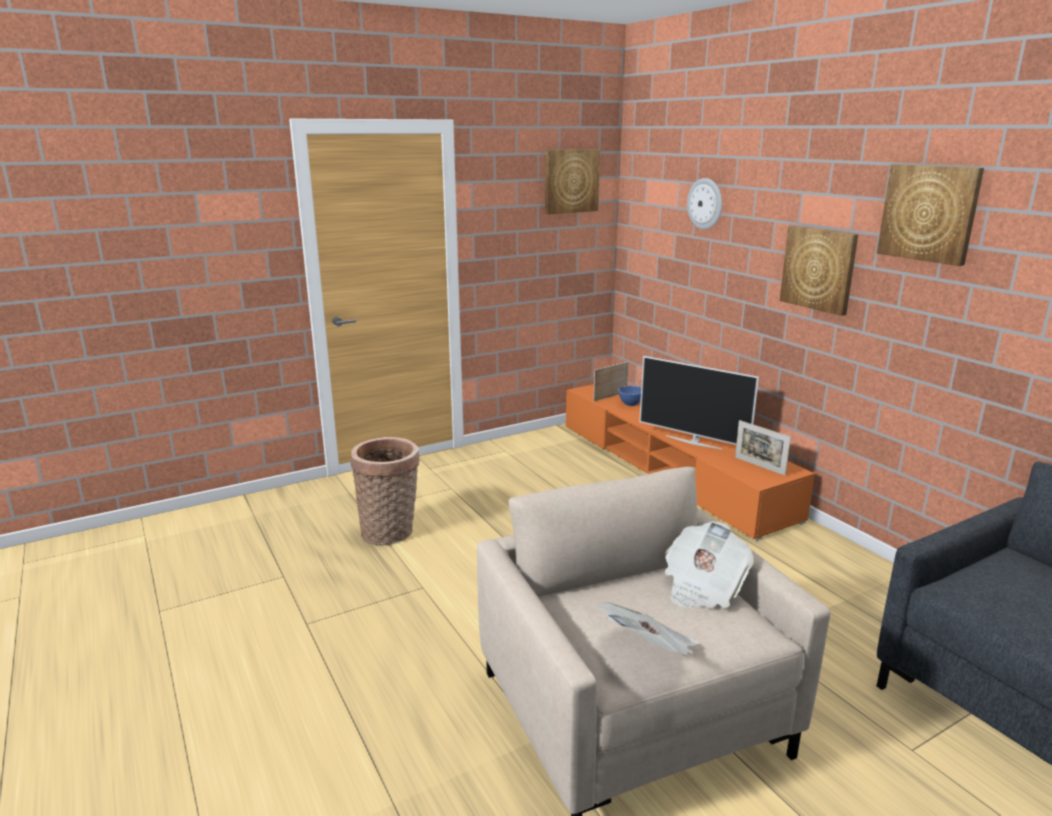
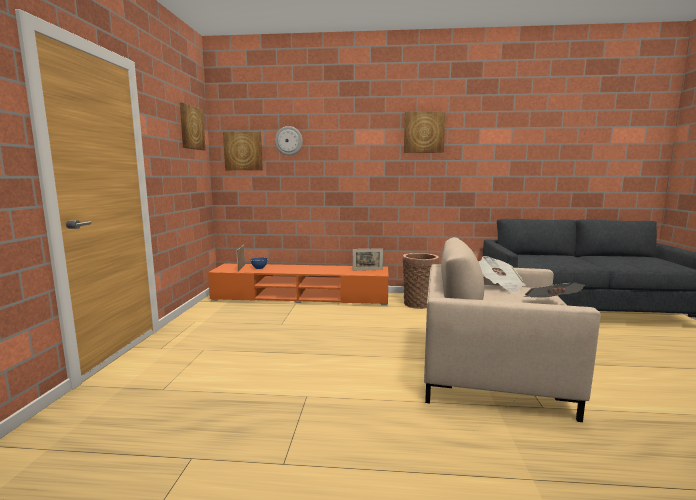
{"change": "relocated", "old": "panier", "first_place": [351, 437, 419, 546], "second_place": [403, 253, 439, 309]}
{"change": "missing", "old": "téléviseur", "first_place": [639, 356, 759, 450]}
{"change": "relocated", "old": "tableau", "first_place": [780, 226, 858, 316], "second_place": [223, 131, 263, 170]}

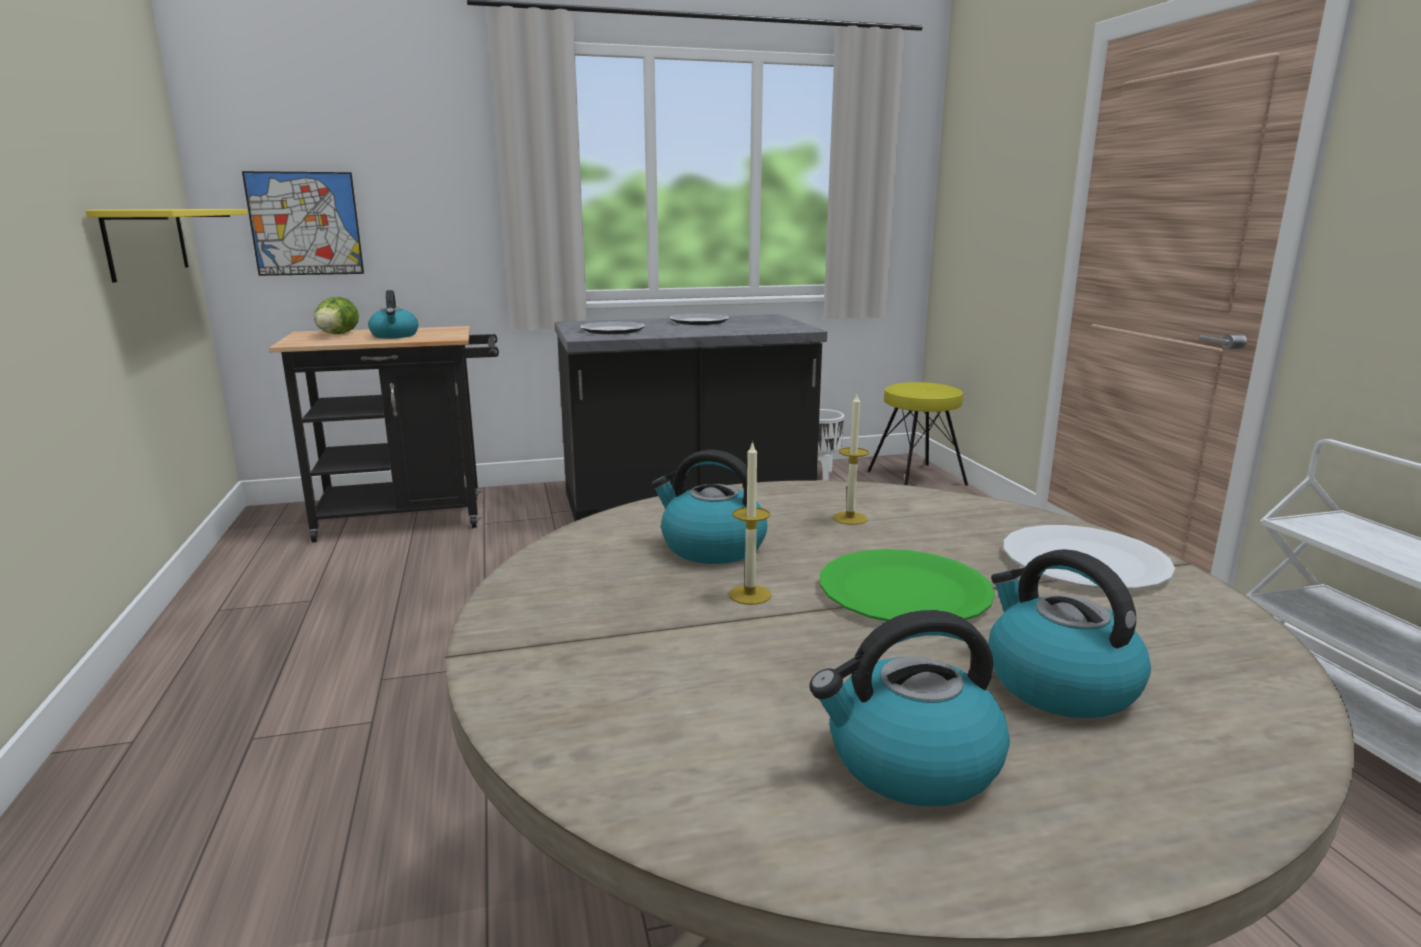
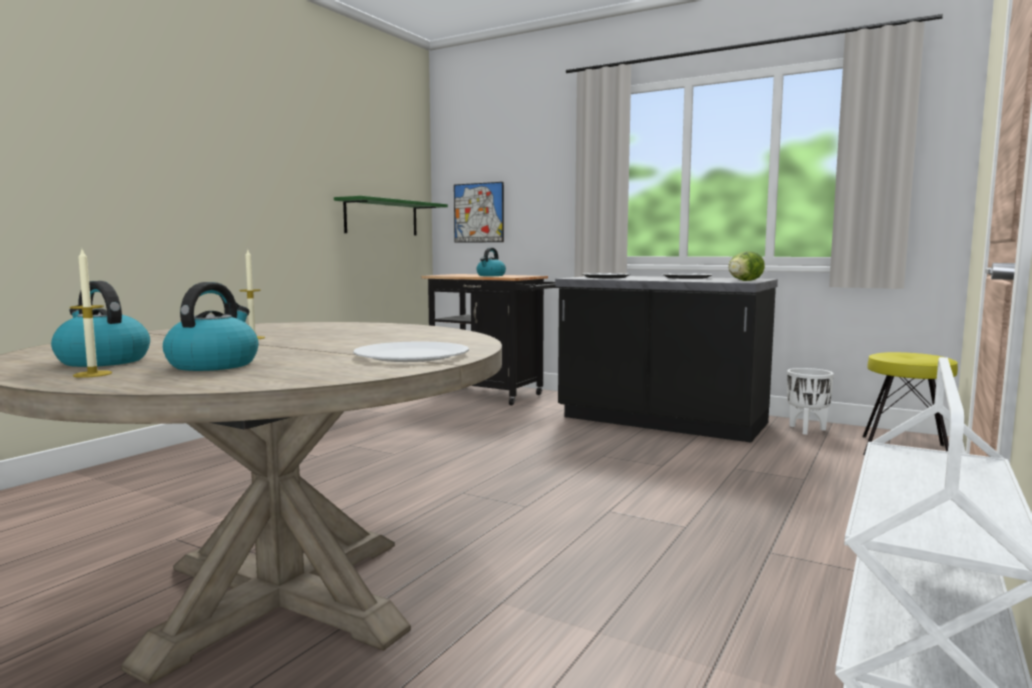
{"change": "colour", "old": "étagère/jaune", "new": "étagère/vert", "first_place": [85, 209, 248, 283], "second_place": [334, 196, 448, 235]}
{"change": "relocated", "old": "laitue", "first_place": [314, 297, 359, 334], "second_place": [728, 251, 765, 281]}
{"change": "missing", "old": "bouilloire", "first_place": [651, 450, 767, 564]}
{"change": "missing", "old": "assiette/vert", "first_place": [820, 549, 995, 621]}
{"change": "relocated", "old": "bougie", "first_place": [833, 394, 869, 525], "second_place": [70, 249, 112, 378]}

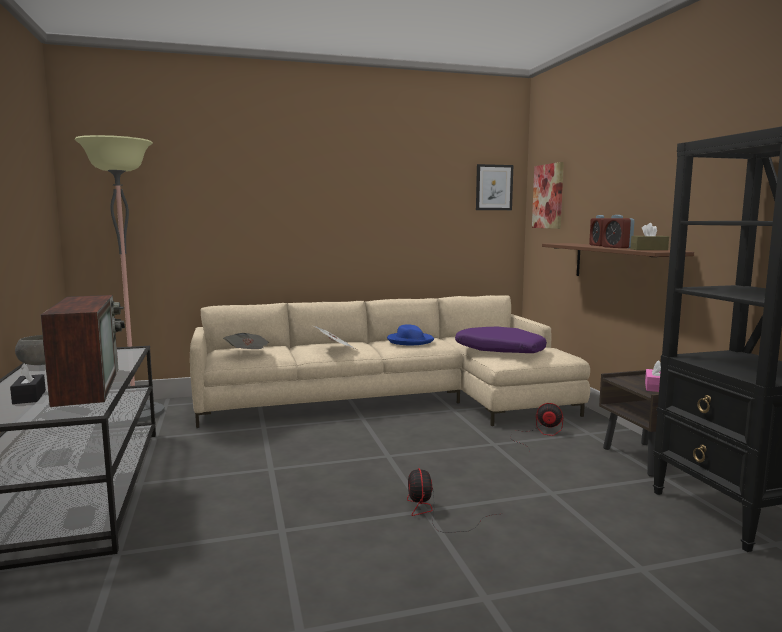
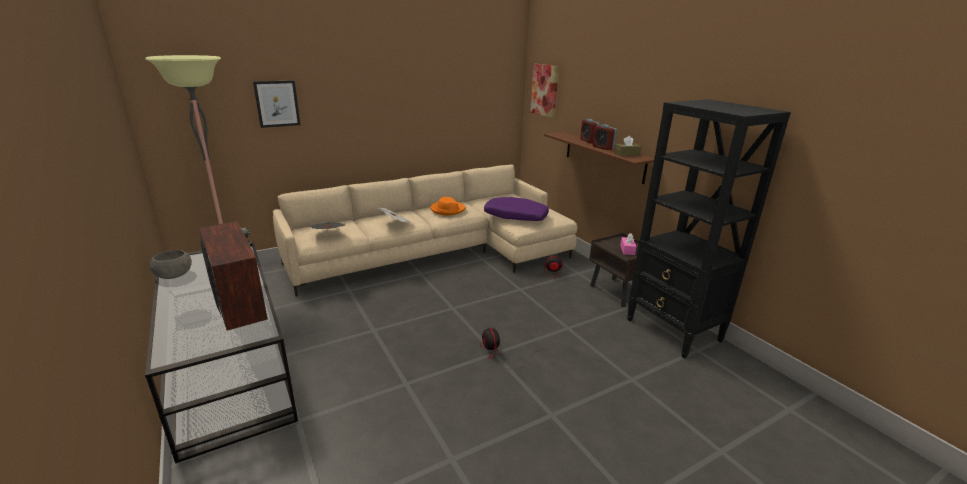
{"change": "missing", "old": "boîte à mouchoirs/noir", "first_place": [10, 364, 46, 404]}
{"change": "colour", "old": "chapeau/bleu", "new": "chapeau/orange", "first_place": [387, 324, 434, 345], "second_place": [430, 197, 466, 215]}
{"change": "relocated", "old": "tableau", "first_place": [476, 164, 513, 210], "second_place": [253, 80, 300, 128]}

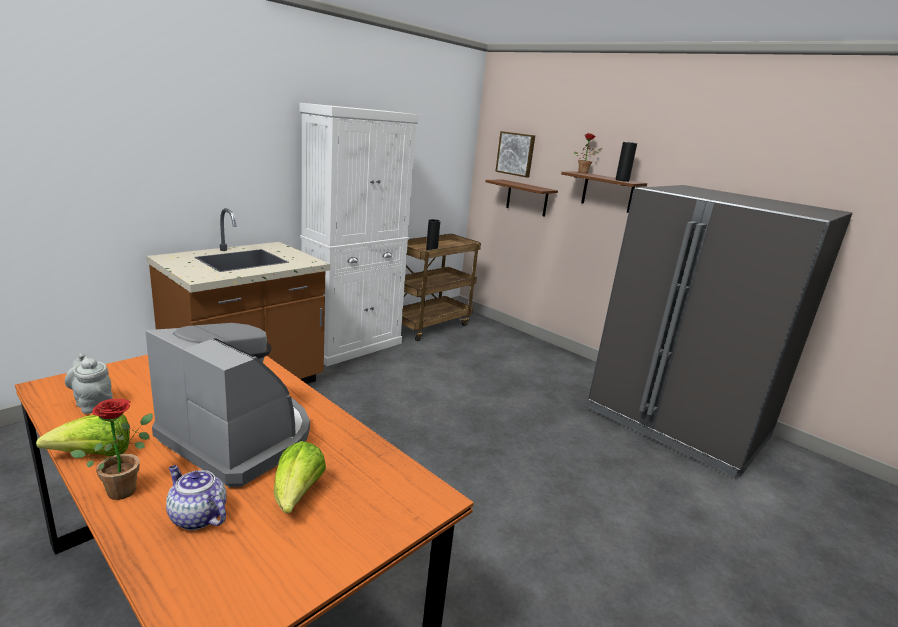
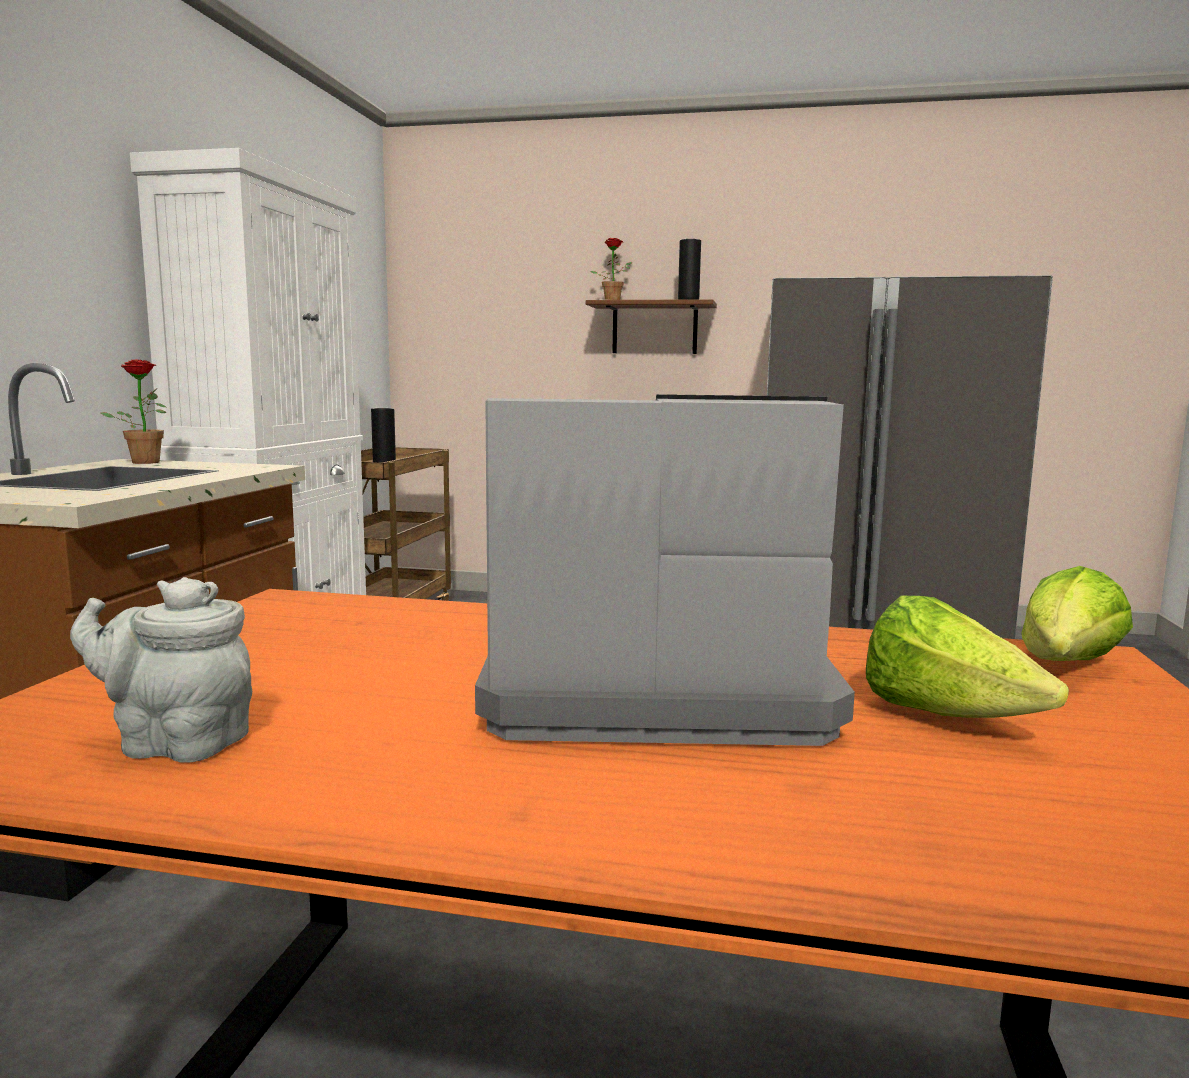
{"change": "relocated", "old": "laitue", "first_place": [36, 414, 130, 456], "second_place": [1021, 566, 1133, 661]}
{"change": "relocated", "old": "plante en pot", "first_place": [70, 399, 153, 500], "second_place": [101, 359, 167, 464]}
{"change": "missing", "old": "théière", "first_place": [166, 465, 227, 530]}
{"change": "missing", "old": "étagère/marron", "first_place": [485, 179, 558, 217]}
{"change": "missing", "old": "tableau", "first_place": [495, 131, 535, 177]}

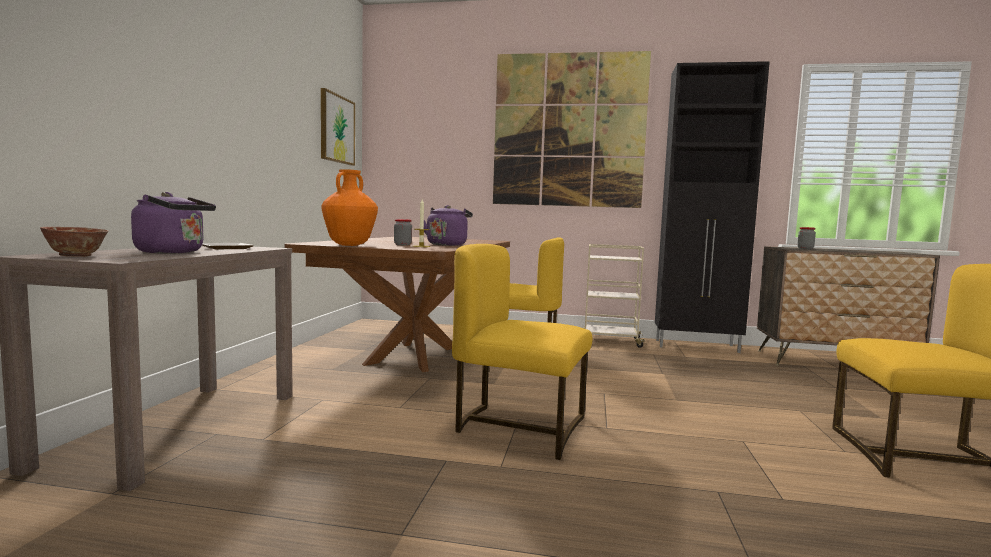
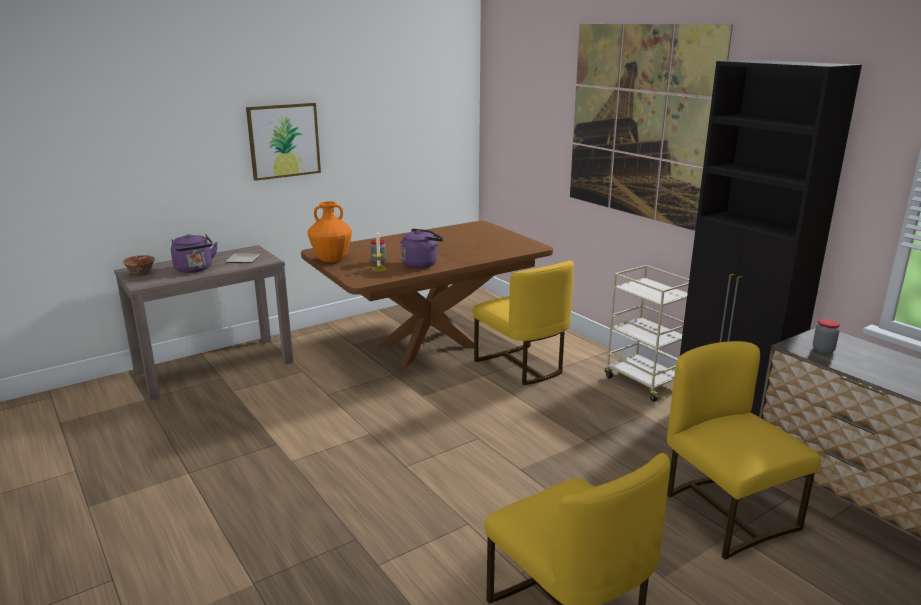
{"change": "relocated", "old": "tableau", "first_place": [321, 88, 355, 166], "second_place": [246, 103, 321, 181]}
{"change": "relocated", "old": "chaise/jaune", "first_place": [452, 244, 592, 460], "second_place": [667, 341, 821, 560]}

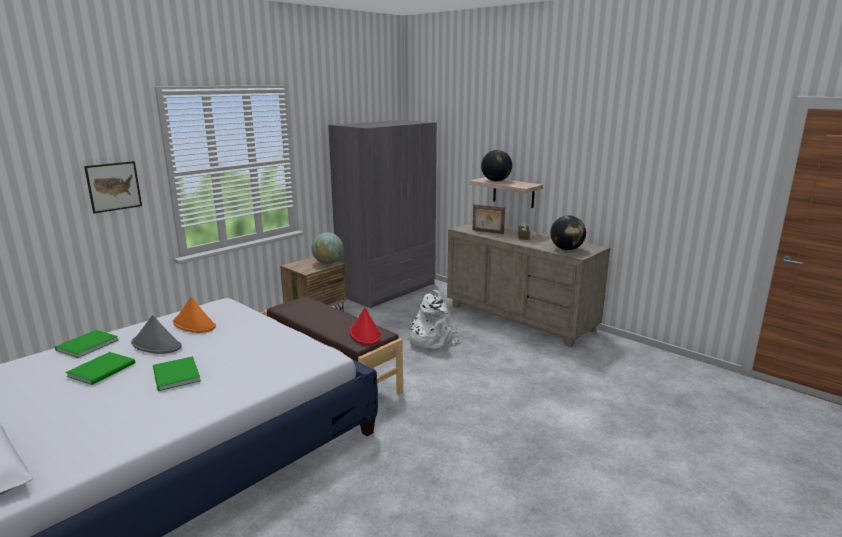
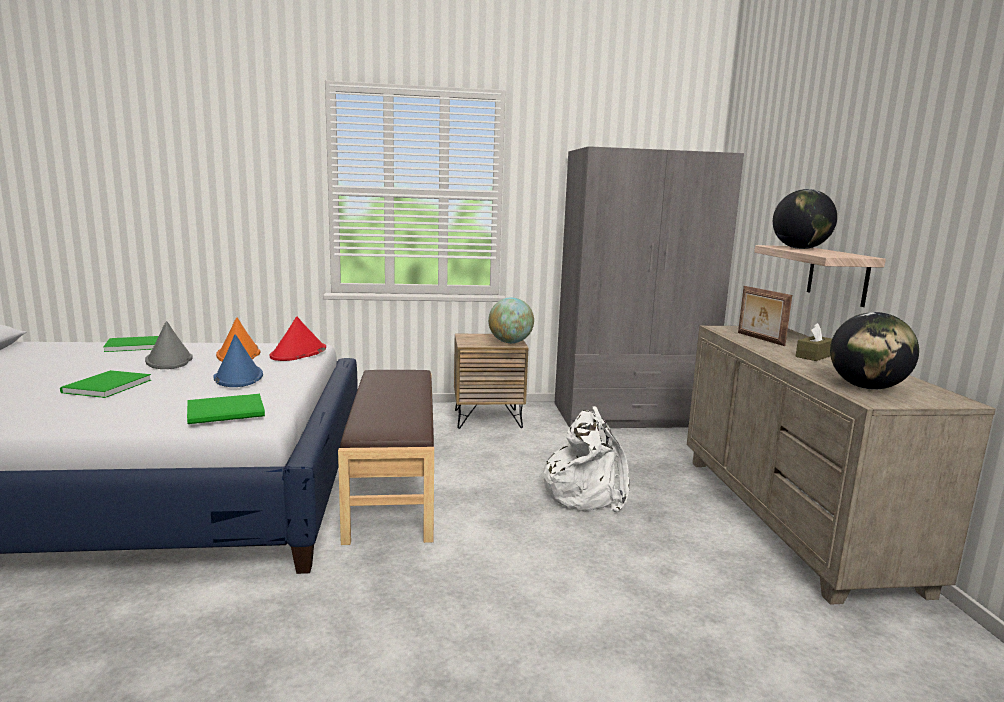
{"change": "relocated", "old": "livre/vert", "first_place": [66, 352, 135, 385], "second_place": [187, 394, 265, 424]}
{"change": "missing", "old": "tableau", "first_place": [84, 161, 142, 213]}
{"change": "relocated", "old": "chapeau/rouge", "first_place": [349, 308, 381, 345], "second_place": [270, 317, 326, 361]}
{"change": "appeared", "new": "chapeau/bleu", "second_place": [213, 335, 263, 387]}

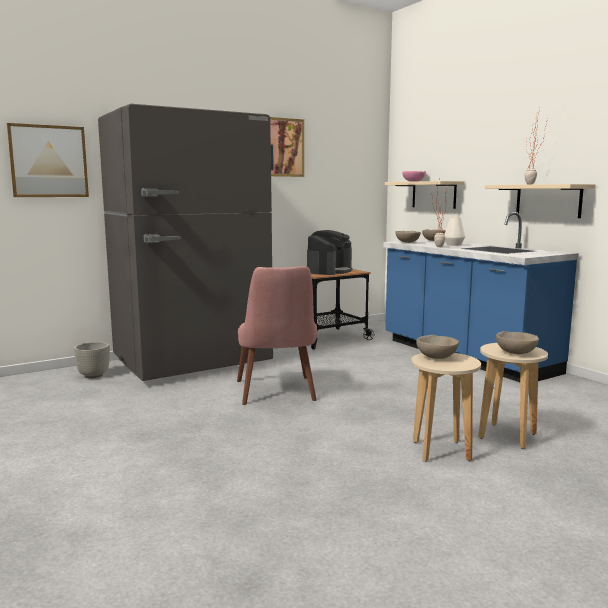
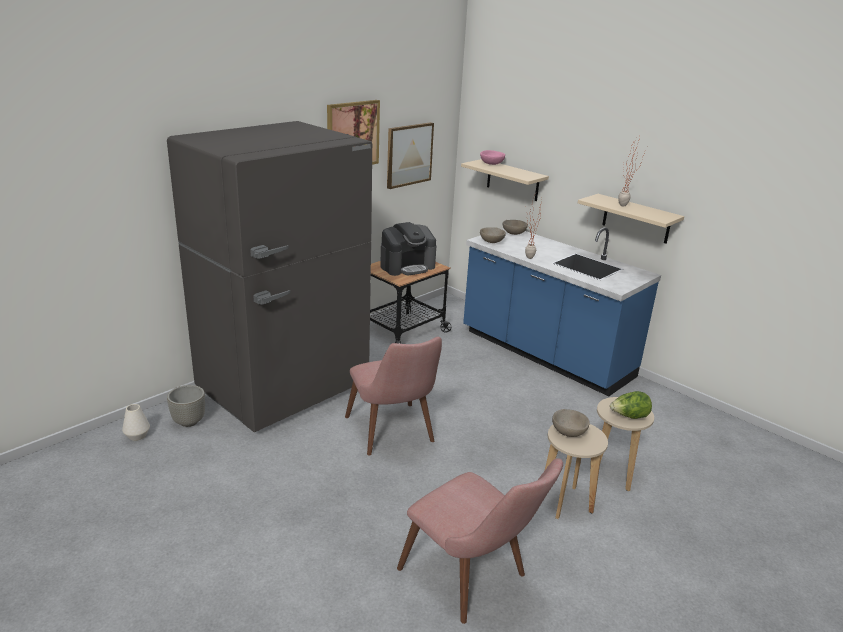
{"change": "relocated", "old": "tableau", "first_place": [7, 123, 89, 197], "second_place": [387, 122, 434, 189]}
{"change": "spun", "old": "machine à café", "first_place": [307, 230, 353, 275], "second_place": [380, 222, 436, 276], "degrees": 45}
{"change": "relocated", "old": "vase/blanc", "first_place": [444, 217, 465, 245], "second_place": [122, 404, 150, 441]}
{"change": "exchanged", "old": "bol/beige", "new": "laitue", "first_place": [496, 331, 539, 354], "second_place": [610, 391, 652, 419]}
{"change": "appeared", "new": "chaise/rose", "second_place": [397, 458, 563, 624]}

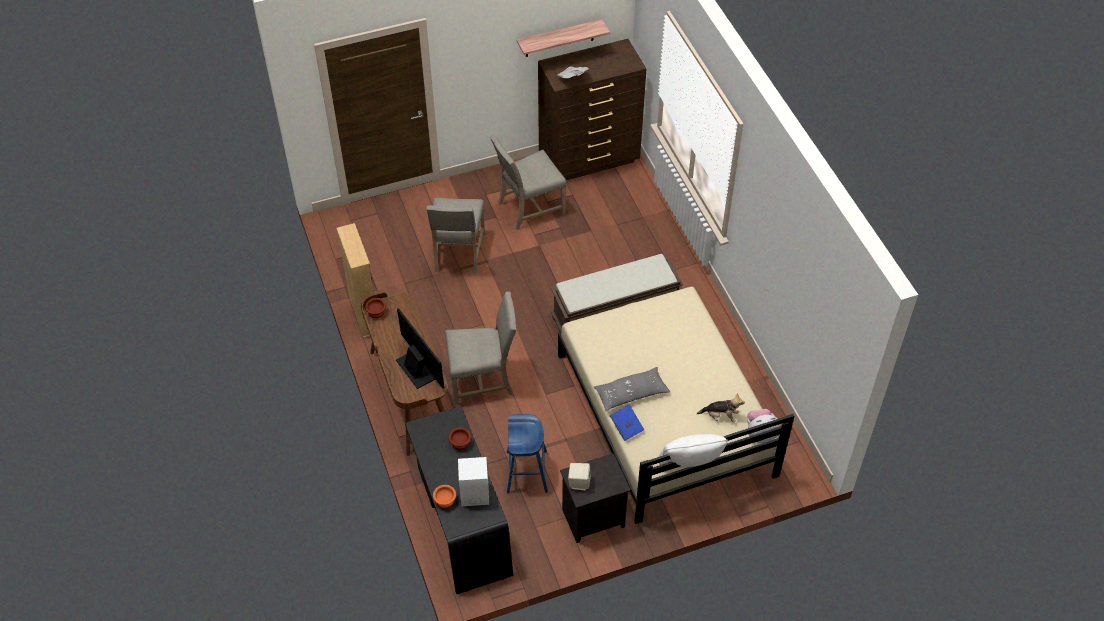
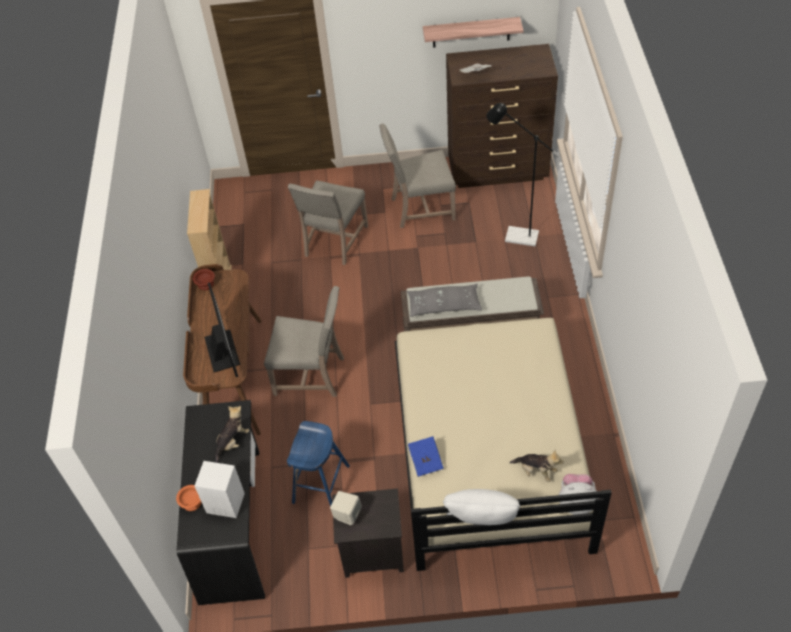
{"change": "exchanged", "old": "bol/marron", "new": "peluche", "first_place": [448, 427, 471, 450], "second_place": [216, 406, 250, 463]}
{"change": "relocated", "old": "coussin/gris", "first_place": [594, 367, 670, 411], "second_place": [407, 284, 482, 317]}
{"change": "appeared", "new": "lampadaire/noir", "second_place": [487, 103, 560, 246]}

